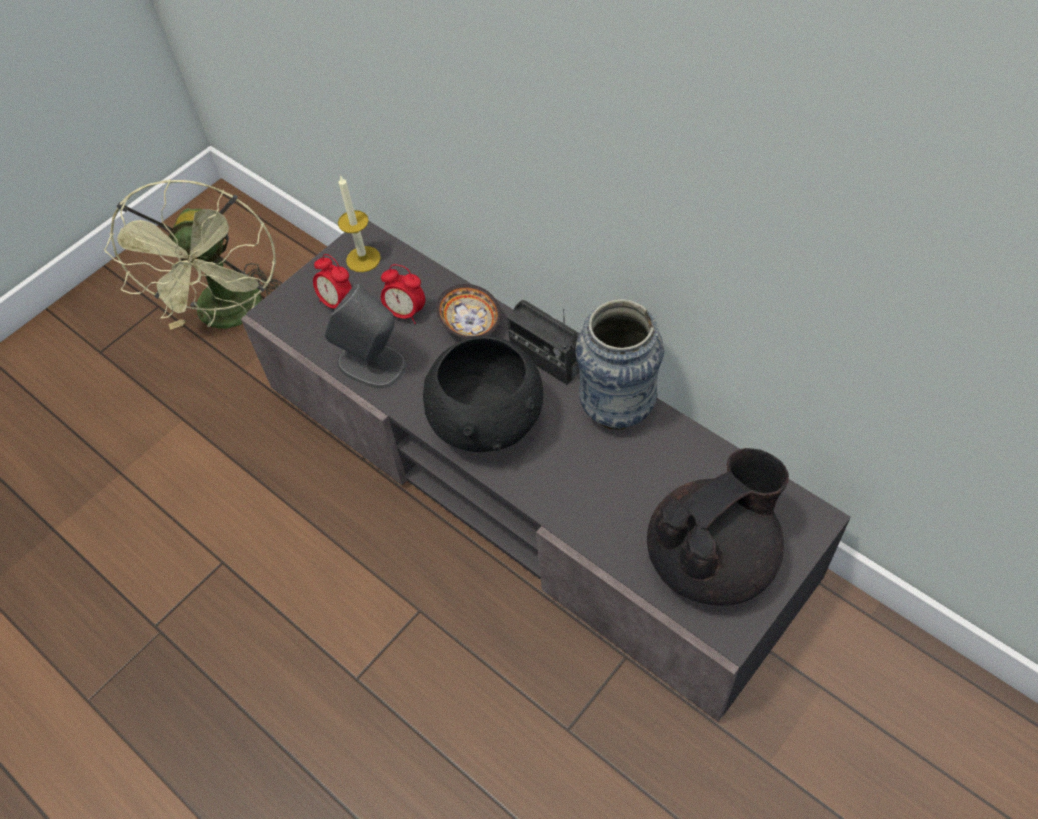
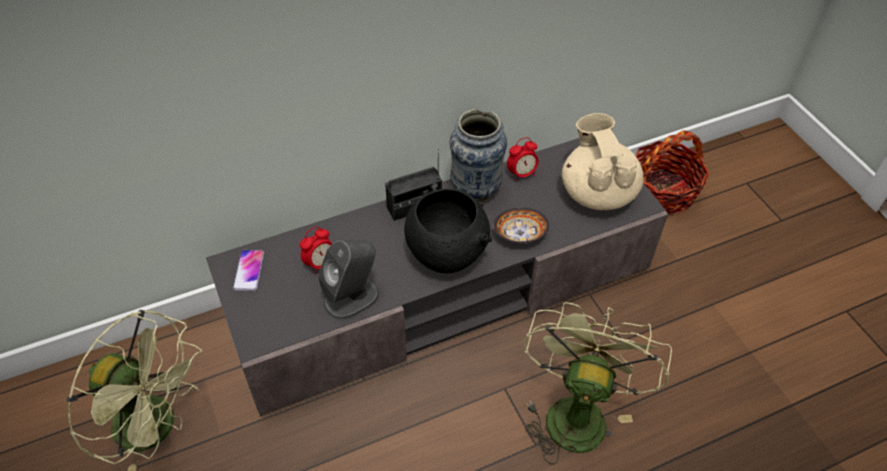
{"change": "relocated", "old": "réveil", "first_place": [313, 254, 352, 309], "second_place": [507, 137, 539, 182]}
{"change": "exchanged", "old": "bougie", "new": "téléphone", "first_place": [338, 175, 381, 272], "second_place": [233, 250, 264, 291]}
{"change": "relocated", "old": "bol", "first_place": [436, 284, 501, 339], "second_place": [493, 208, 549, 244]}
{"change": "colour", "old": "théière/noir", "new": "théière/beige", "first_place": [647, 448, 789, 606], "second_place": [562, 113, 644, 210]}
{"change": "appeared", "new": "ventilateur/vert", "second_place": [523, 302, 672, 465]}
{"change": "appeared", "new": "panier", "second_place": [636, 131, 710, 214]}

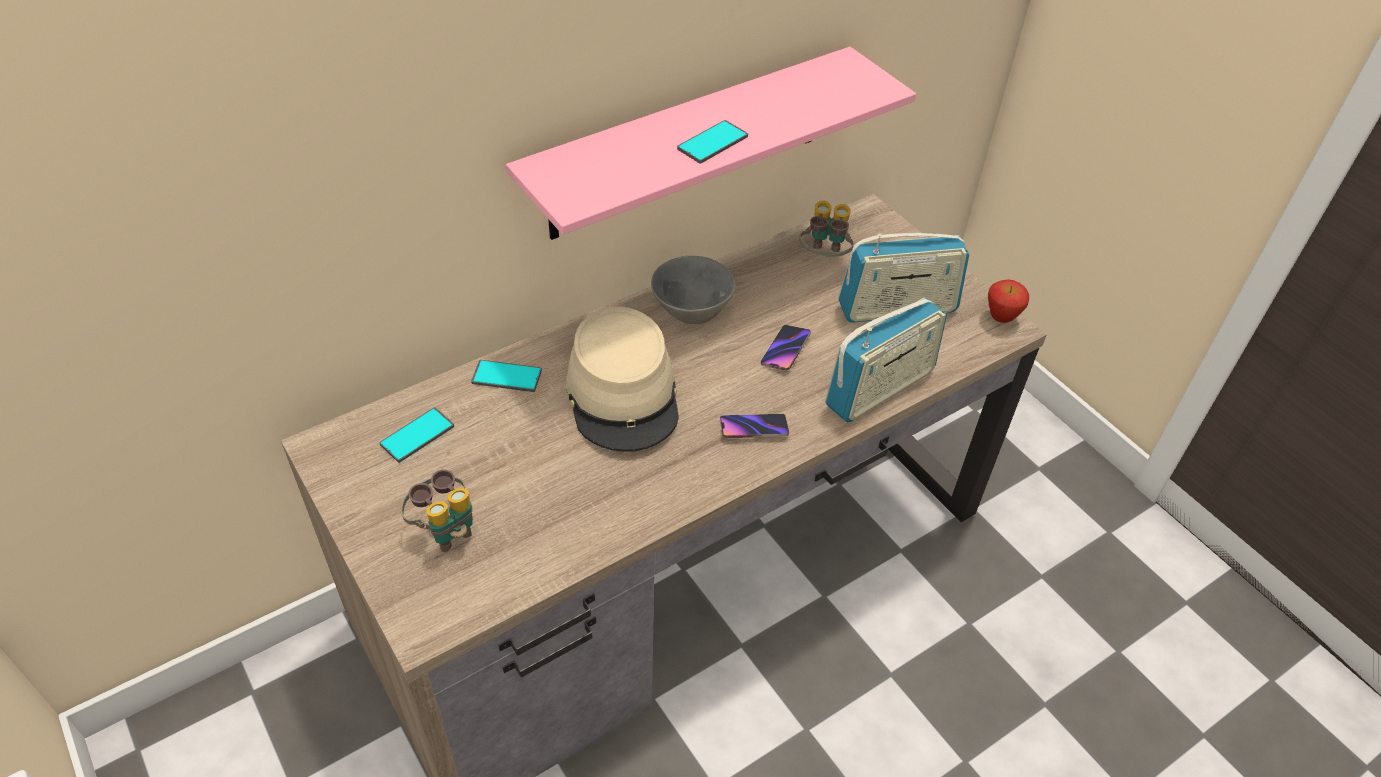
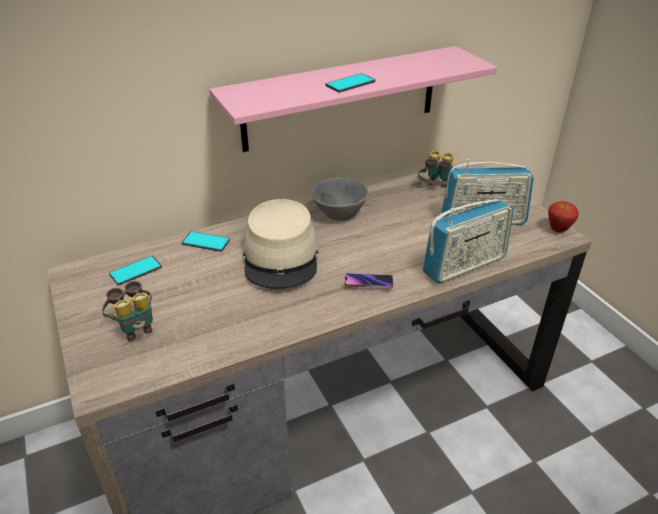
{"change": "missing", "old": "téléphone", "first_place": [761, 325, 811, 371]}

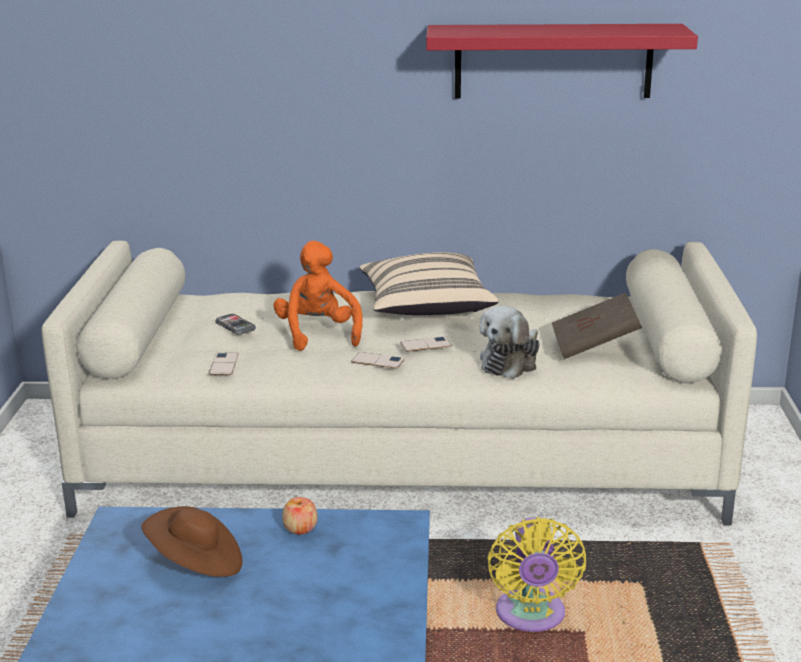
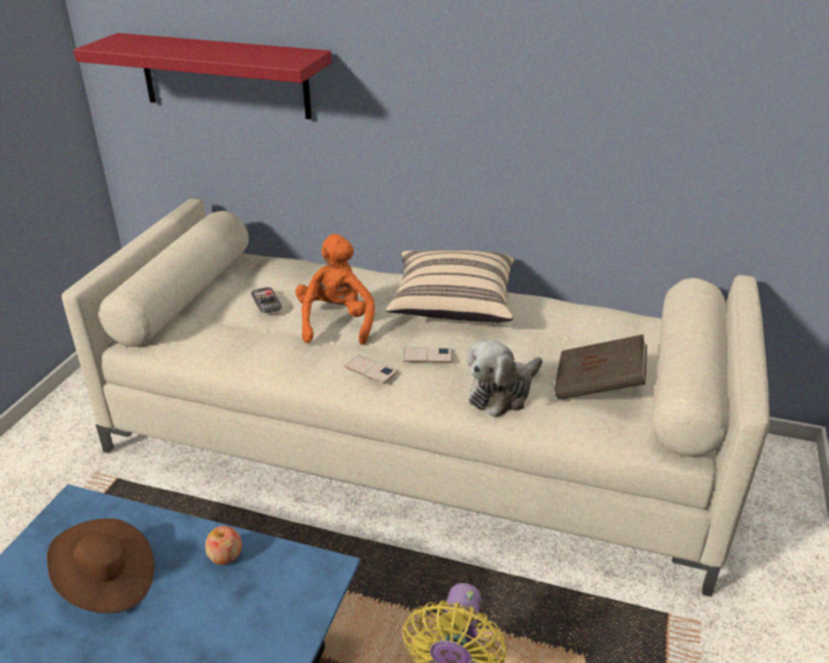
{"change": "missing", "old": "téléphone", "first_place": [209, 353, 238, 375]}
{"change": "relocated", "old": "étagère/rouge", "first_place": [426, 24, 698, 99], "second_place": [74, 33, 332, 119]}

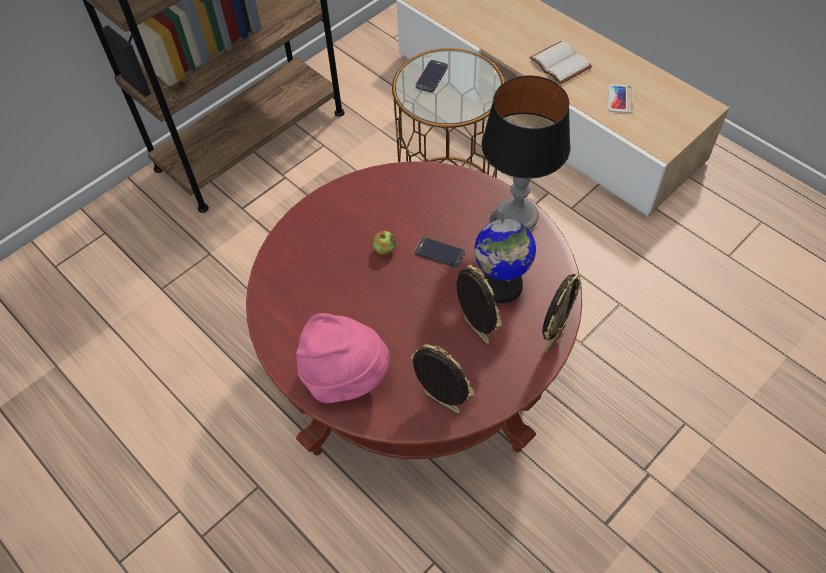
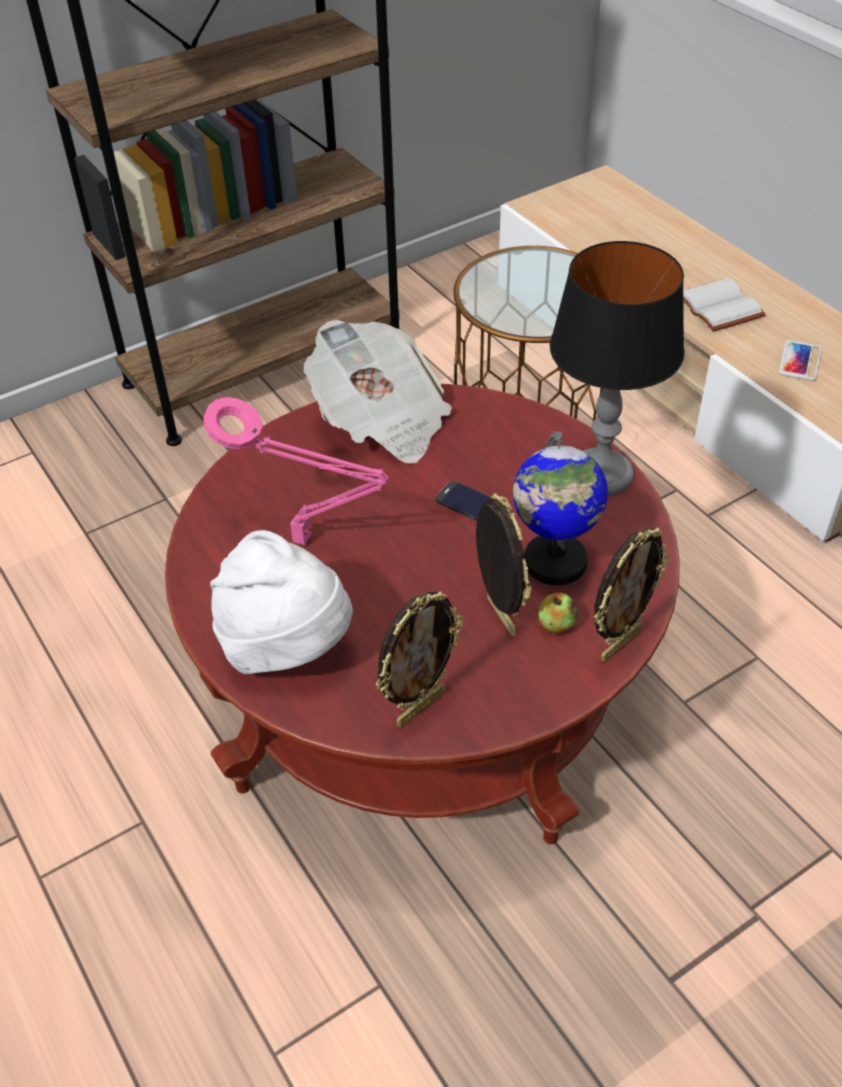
{"change": "colour", "old": "chapeau/rose", "new": "chapeau/blanc", "first_place": [296, 313, 390, 403], "second_place": [210, 530, 353, 674]}
{"change": "relocated", "old": "pomme", "first_place": [373, 231, 396, 255], "second_place": [538, 593, 578, 633]}
{"change": "spun", "old": "cadre photo", "first_place": [411, 343, 474, 413], "second_place": [376, 591, 463, 727], "degrees": 90}
{"change": "missing", "old": "téléphone", "first_place": [416, 60, 448, 92]}
{"change": "appeared", "new": "lampe de table/rose", "second_place": [203, 397, 389, 545]}
{"change": "appeared", "new": "journal", "second_place": [304, 320, 452, 464]}

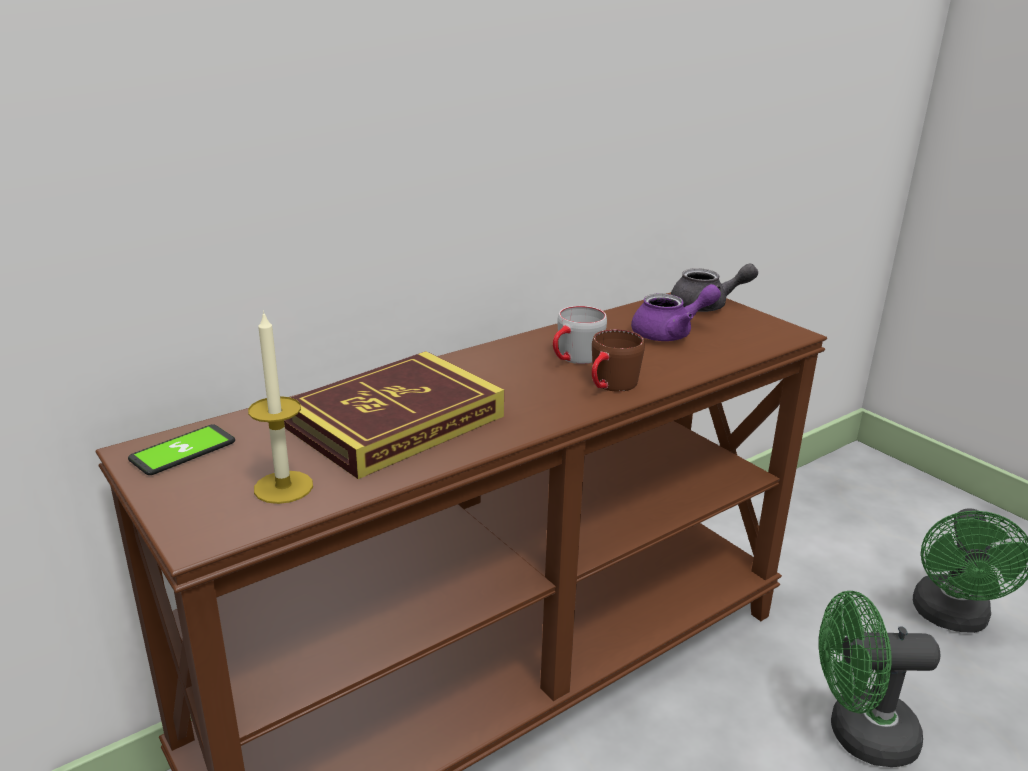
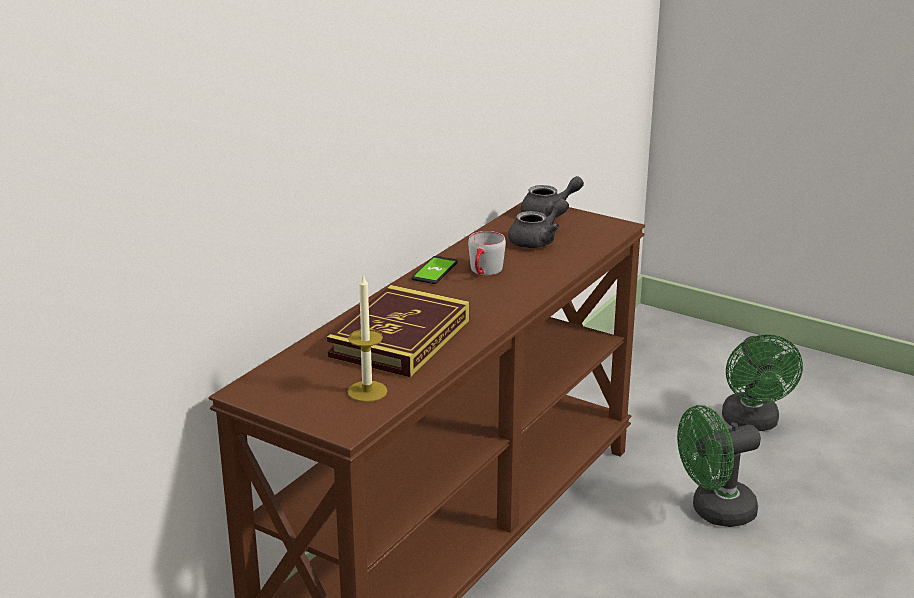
{"change": "relocated", "old": "téléphone", "first_place": [128, 424, 235, 475], "second_place": [411, 256, 458, 284]}
{"change": "missing", "old": "mug/marron", "first_place": [592, 329, 645, 392]}
{"change": "colour", "old": "théière/violet", "new": "théière/gris", "first_place": [631, 284, 721, 341], "second_place": [508, 199, 569, 248]}

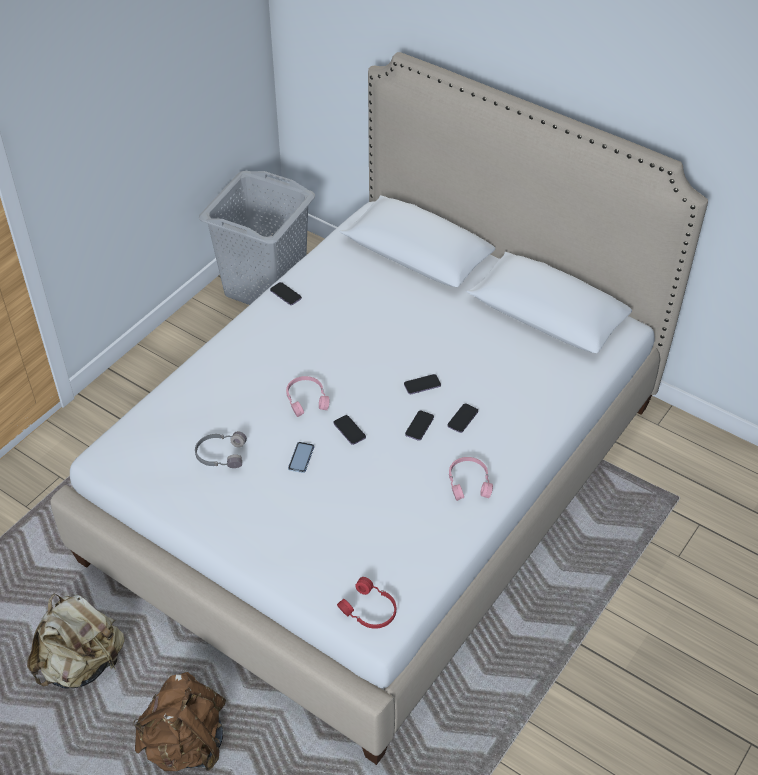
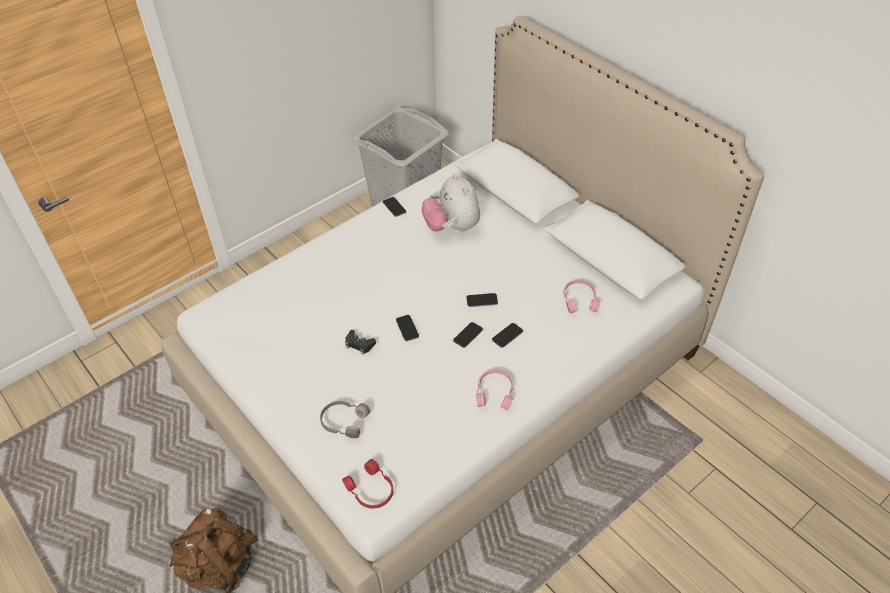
{"change": "missing", "old": "sac à dos/beige", "first_place": [27, 593, 125, 689]}
{"change": "relocated", "old": "casque audio/gris", "first_place": [195, 431, 247, 468], "second_place": [320, 401, 370, 438]}
{"change": "relocated", "old": "casque audio/rose", "first_place": [286, 376, 329, 417], "second_place": [563, 280, 600, 314]}
{"change": "exchanged", "old": "téléphone", "new": "manette/noir", "first_place": [288, 442, 314, 473], "second_place": [345, 330, 376, 355]}
{"change": "appeared", "new": "peluche", "second_place": [422, 174, 480, 232]}

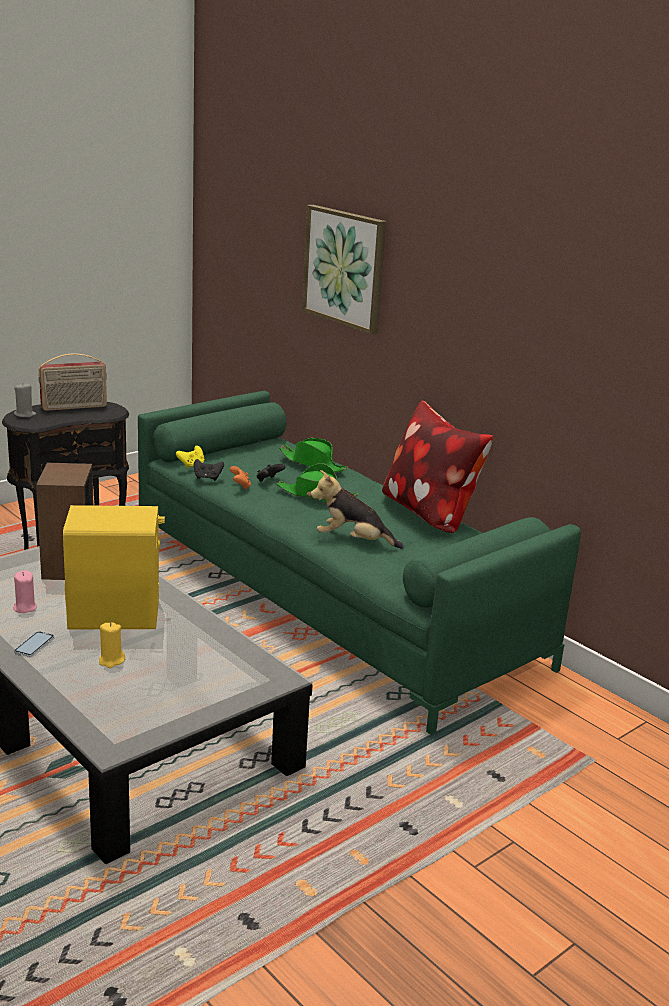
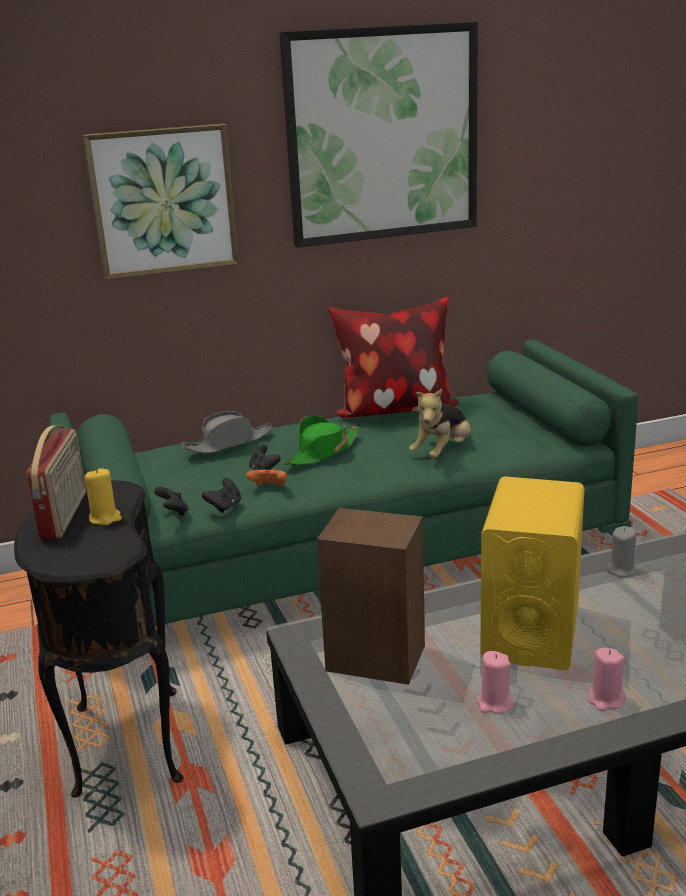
{"change": "relocated", "old": "bougie/gris", "first_place": [14, 384, 36, 417], "second_place": [606, 526, 637, 577]}
{"change": "exchanged", "old": "téléphone", "new": "bougie/rose", "first_place": [14, 631, 54, 657], "second_place": [588, 648, 626, 711]}
{"change": "relocated", "old": "bougie/jaune", "first_place": [99, 622, 125, 668], "second_place": [85, 468, 122, 525]}
{"change": "colour", "old": "manette/jaune", "new": "manette/noir", "first_place": [176, 446, 205, 468], "second_place": [154, 487, 189, 516]}
{"change": "colour", "old": "chapeau/vert", "new": "chapeau/gris", "first_place": [279, 438, 348, 472], "second_place": [182, 411, 273, 453]}
{"change": "appeared", "new": "tableau", "second_place": [279, 22, 478, 248]}

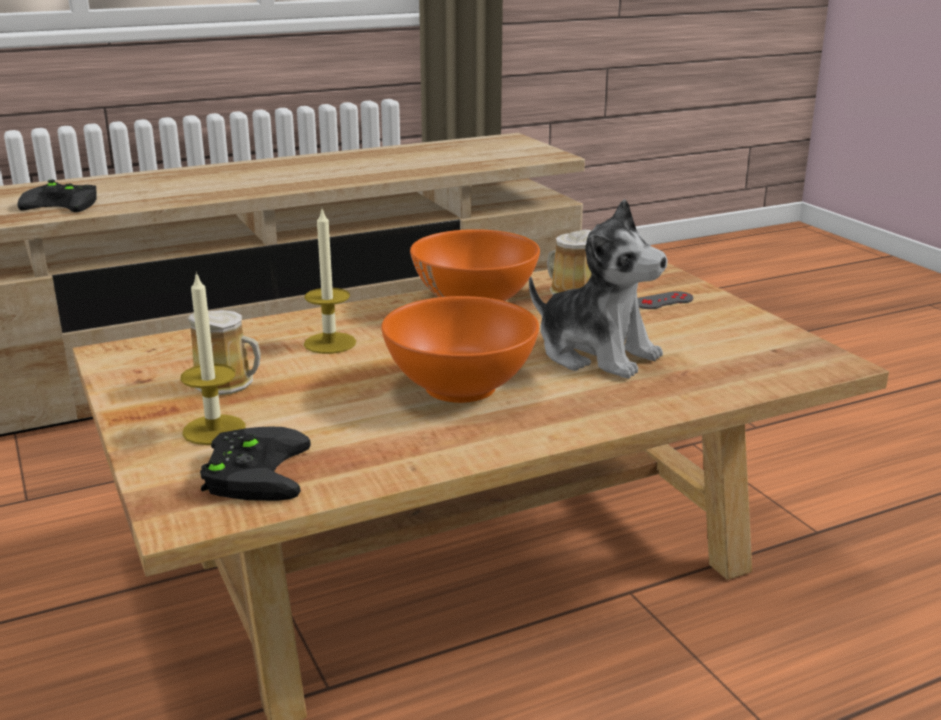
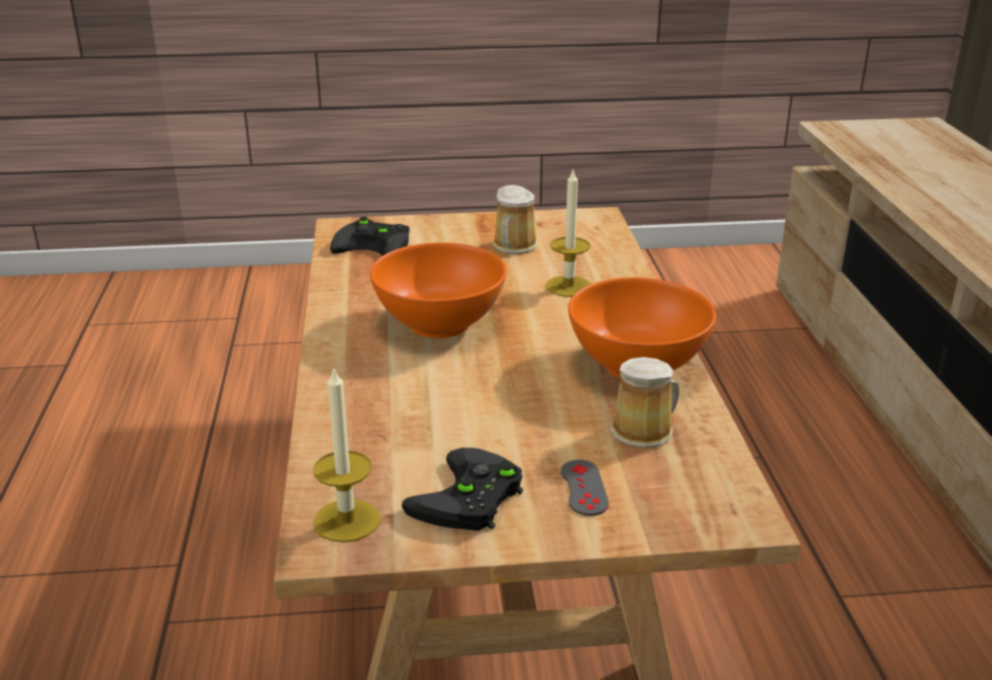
{"change": "relocated", "old": "manette/noir", "first_place": [17, 180, 96, 212], "second_place": [402, 448, 523, 531]}
{"change": "relocated", "old": "bougie", "first_place": [180, 271, 246, 445], "second_place": [313, 366, 380, 543]}
{"change": "missing", "old": "peluche", "first_place": [529, 199, 668, 379]}

